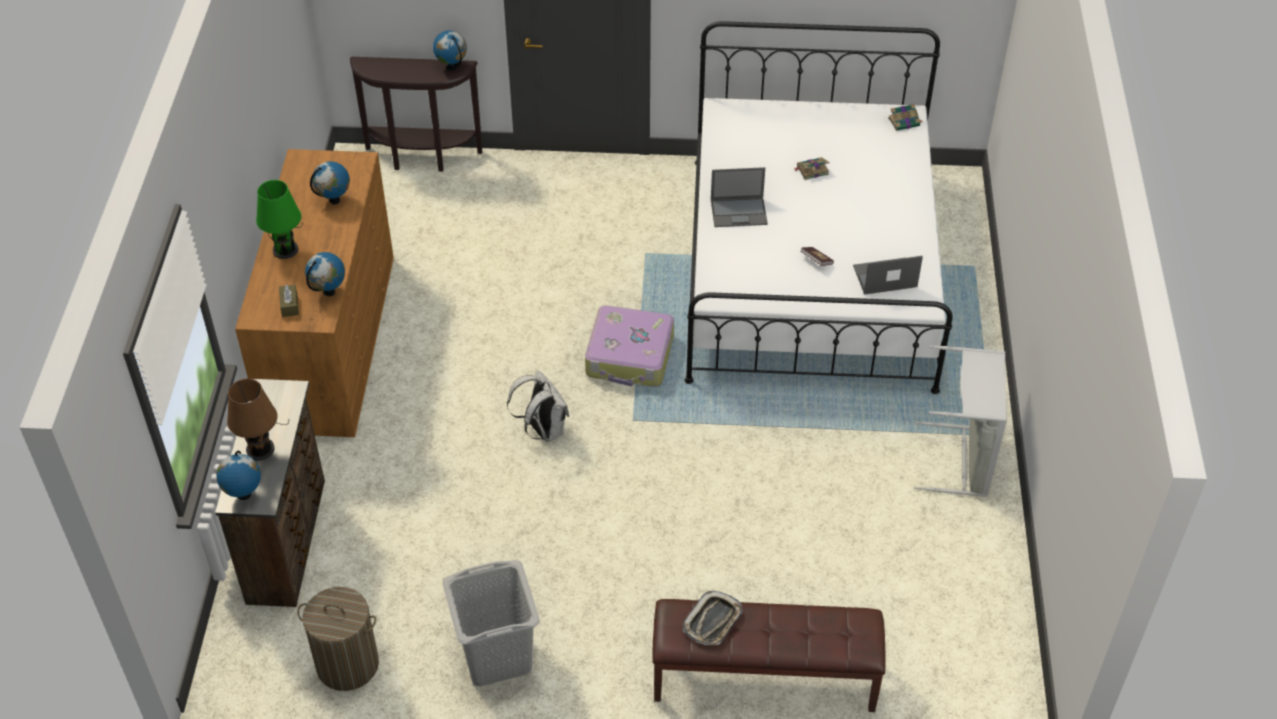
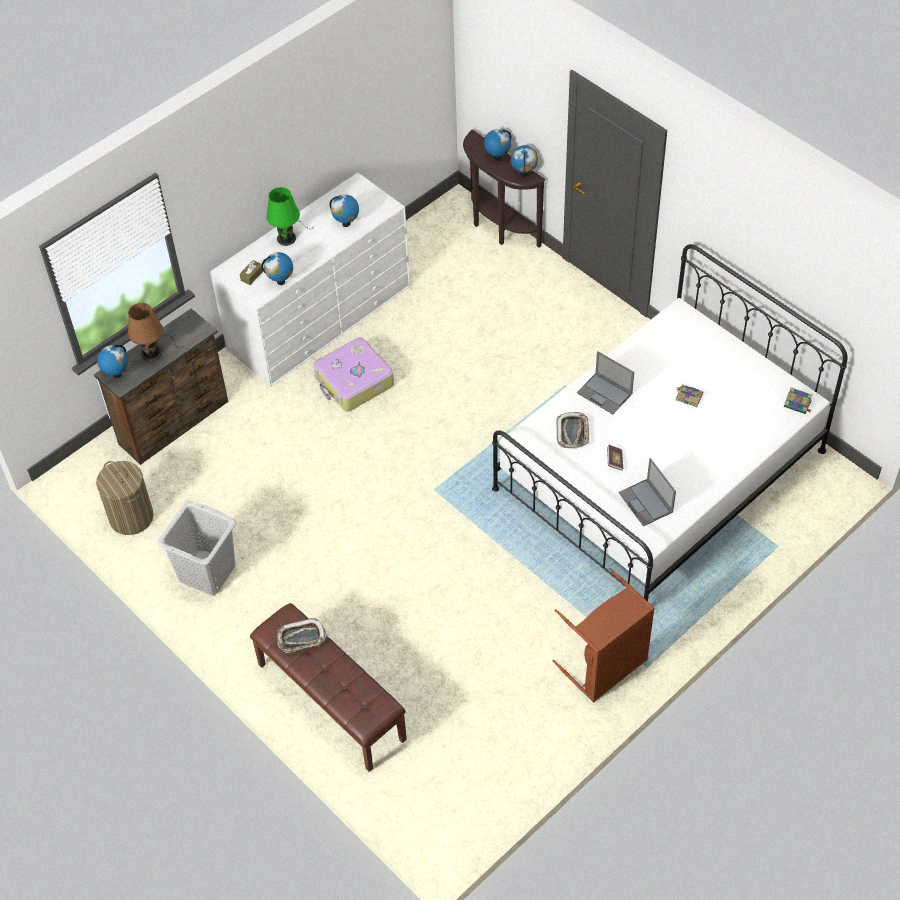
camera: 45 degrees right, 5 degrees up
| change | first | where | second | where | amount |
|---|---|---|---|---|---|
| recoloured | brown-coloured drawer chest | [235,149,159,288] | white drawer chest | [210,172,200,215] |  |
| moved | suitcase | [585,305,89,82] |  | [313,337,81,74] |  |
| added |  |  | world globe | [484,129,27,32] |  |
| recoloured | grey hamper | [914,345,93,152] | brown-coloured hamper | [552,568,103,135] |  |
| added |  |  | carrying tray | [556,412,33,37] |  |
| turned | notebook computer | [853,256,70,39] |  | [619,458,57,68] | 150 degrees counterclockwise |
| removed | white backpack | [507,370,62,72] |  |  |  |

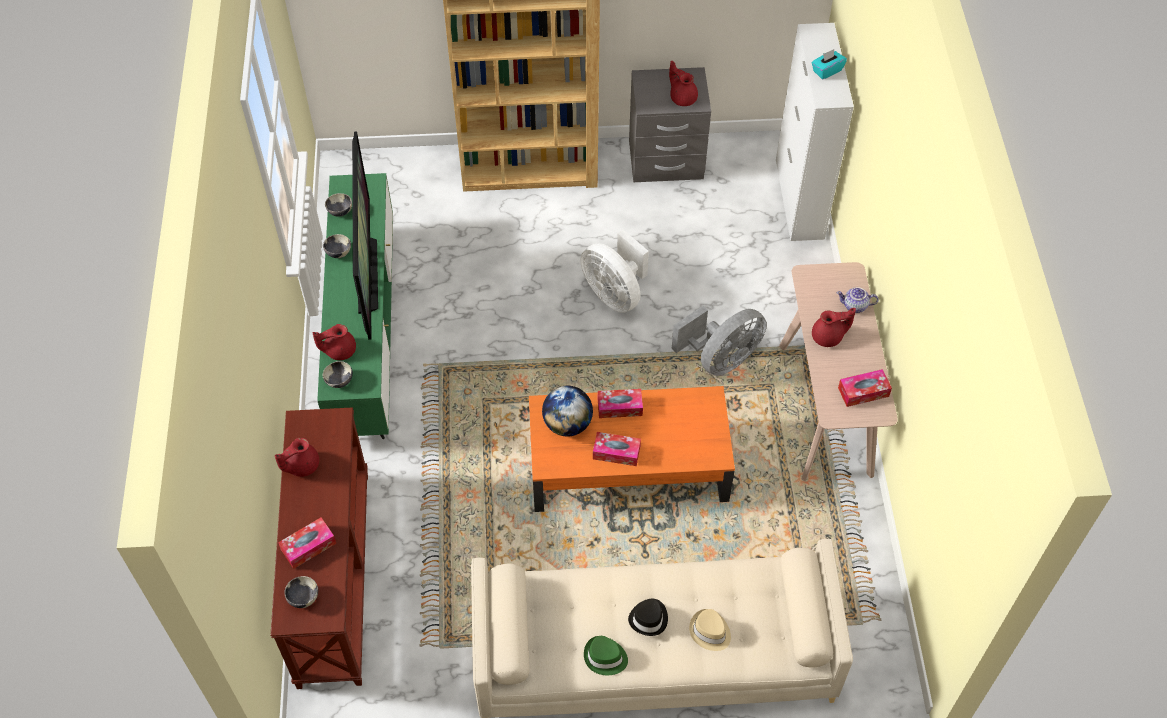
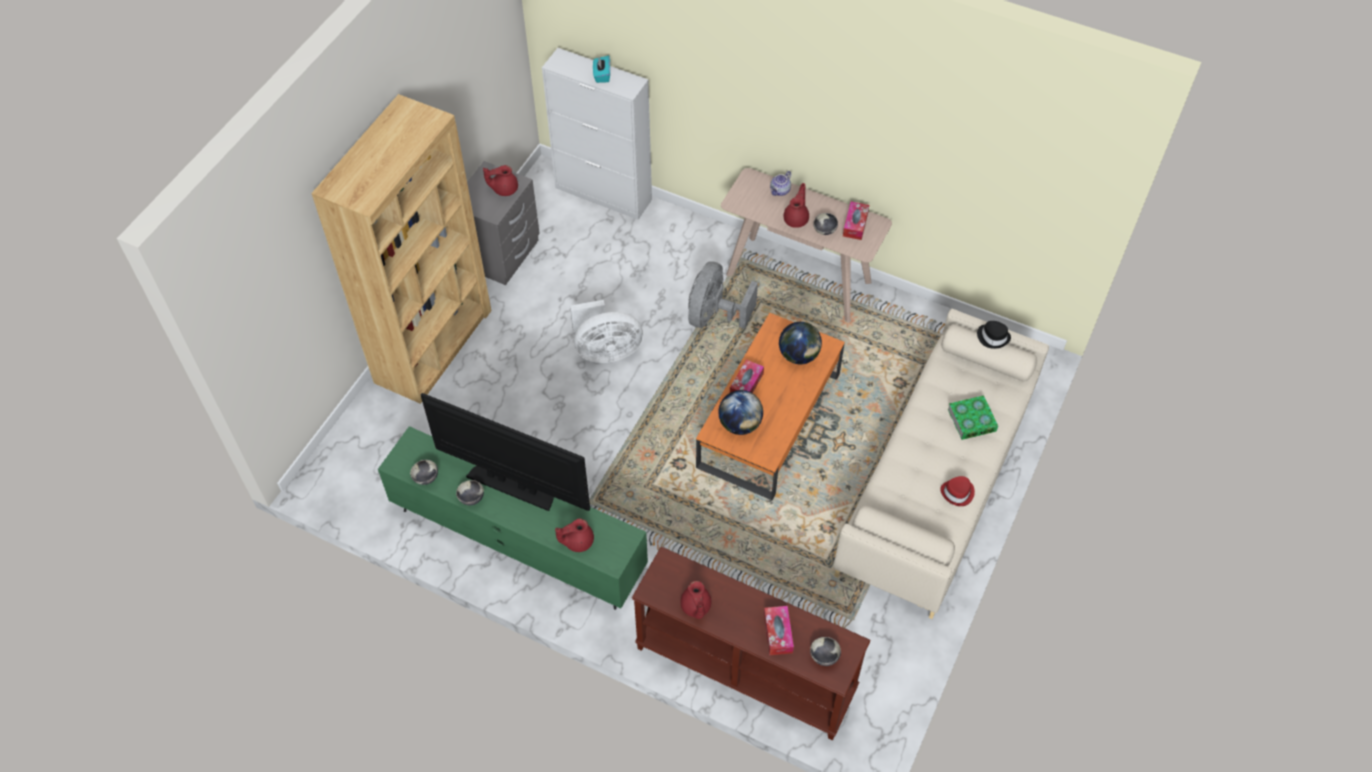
camera: 60 degrees left, 0 degrees up
| change | first | where | second | where | amount |
|---|---|---|---|---|---|
| turned | red-coloured teapot | [313,324,43,36] |  | [555,518,39,34] | 60 degrees clockwise |
| turned | grey cooling fan | [672,306,95,70] |  | [688,261,70,68] | 150 degrees counterclockwise |
| added |  |  | world globe | [779,322,43,42] |  |
| moved | serving bowl | [323,361,30,27] |  | [813,213,25,22] |  |
| recoloured | green hat | [584,636,44,39] | red-coloured hat | [940,476,35,30] |  |
| replaced | sand-coloured hat | [689,609,42,42] | volume | [948,395,50,45] |  |
| moved | black hat | [628,599,40,37] |  | [977,321,34,28] |  |
| removed | tissue holder | [593,432,48,34] |  |  |  |

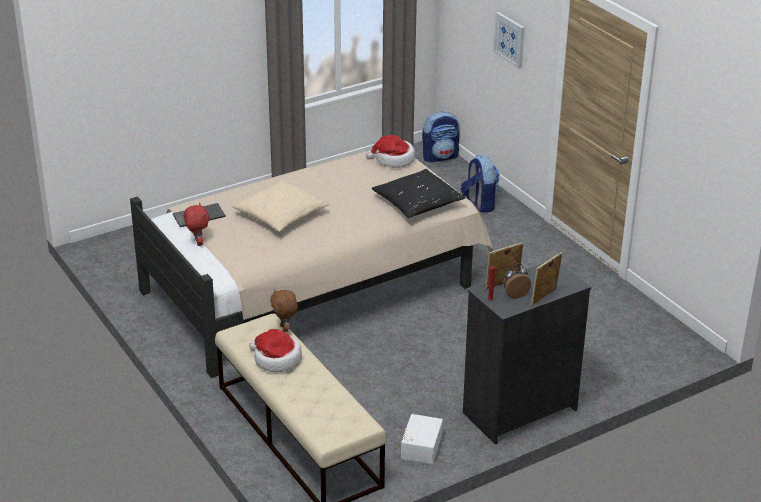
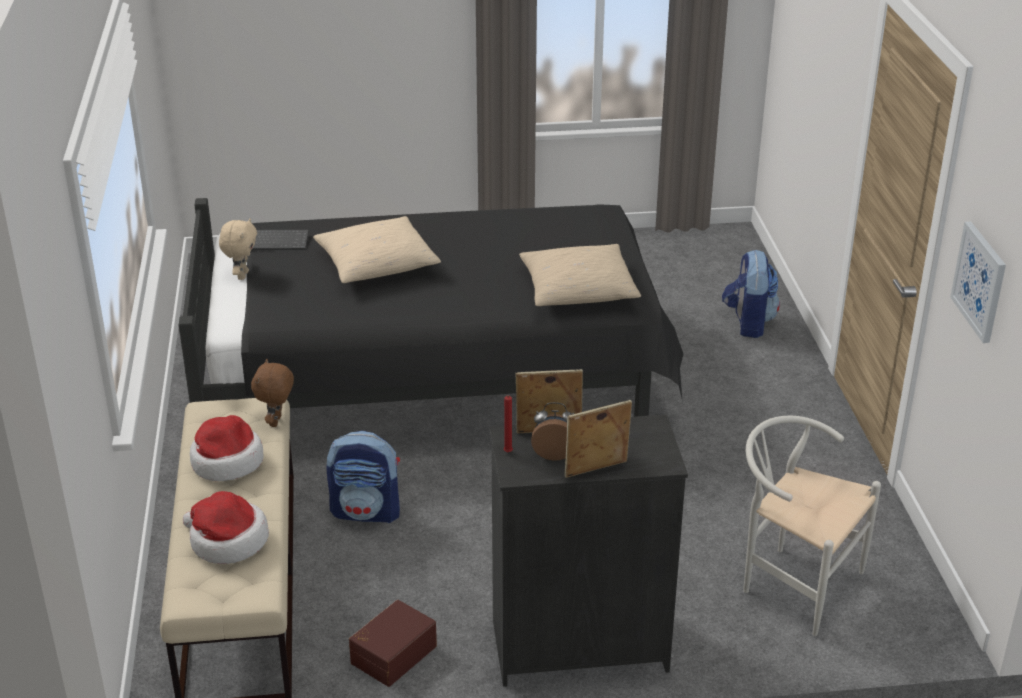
camera: 25 degrees right, 0 degrees up
| change | first | where | second | where | amount |
|---|---|---|---|---|---|
| recoloured | sand-coloured bedroom bed | [130,149,363,229] | black bedroom bed | [179,198,505,219] |  |
| moved | hat | [366,135,49,33] |  | [183,491,86,73] |  |
| recoloured | red-coloured soft toy | [184,203,25,43] | sand-coloured soft toy | [219,218,38,62] |  |
| moved | backpack | [422,111,38,51] |  | [326,431,74,92] |  |
| recoloured | white storage container | [401,414,42,50] | brown-coloured storage container | [349,600,88,87] |  |
| recoloured | black throw pillow | [371,169,94,49] | sand-coloured throw pillow | [519,244,122,62] |  |
| added |  |  | white plain chair | [743,416,138,220] |  |
| moved | picture | [493,12,31,57] |  | [950,222,56,121] |  |

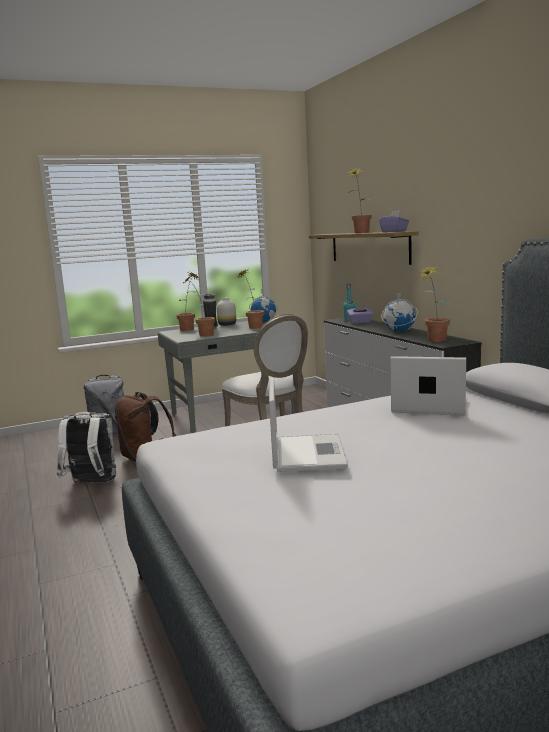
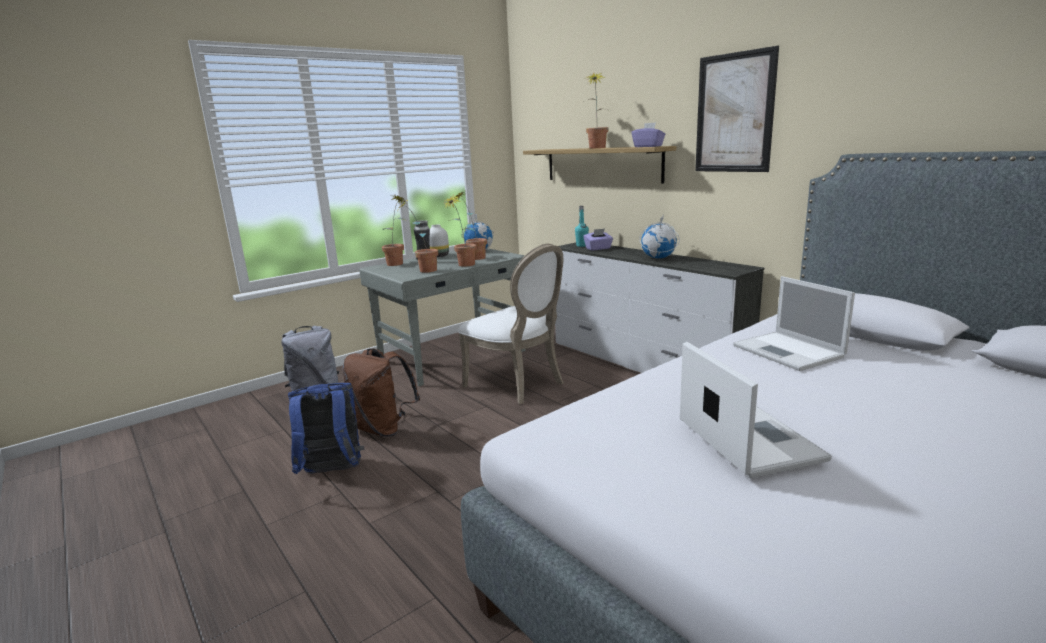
camera: 15 degrees left, 5 degrees up
| change | first | where | second | where | amount |
|---|---|---|---|---|---|
| recoloured | white backpack | [57,412,59,71] | bluish backpack | [288,383,77,91] |  |
| moved | potted plant | [418,266,32,76] |  | [444,195,33,71] |  |
| added |  |  | picture | [695,46,84,126] |  |
| turned | notebook computer | [390,356,77,60] |  | [733,276,122,95] | 120 degrees counterclockwise |

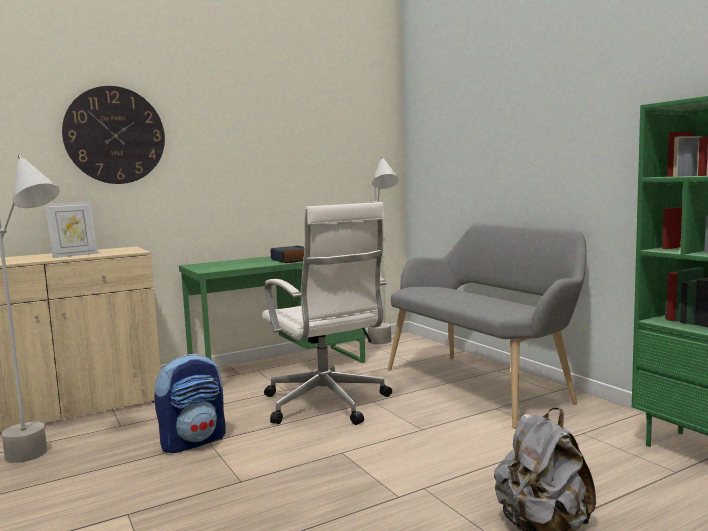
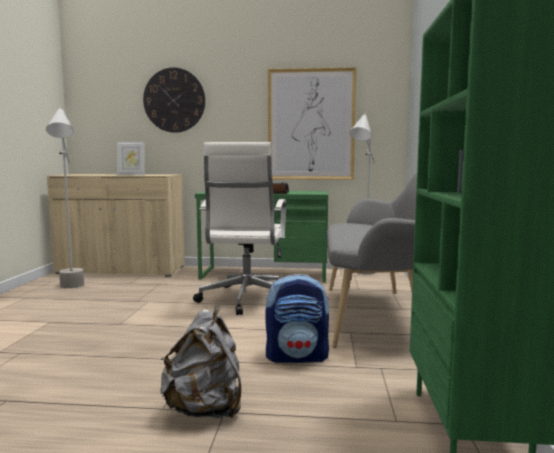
camera: 35 degrees right, 0 degrees up
| change | first | where | second | where | amount |
|---|---|---|---|---|---|
| moved | backpack | [154,354,71,99] |  | [265,274,65,89] |  |
| added |  |  | picture | [268,67,88,113] |  |

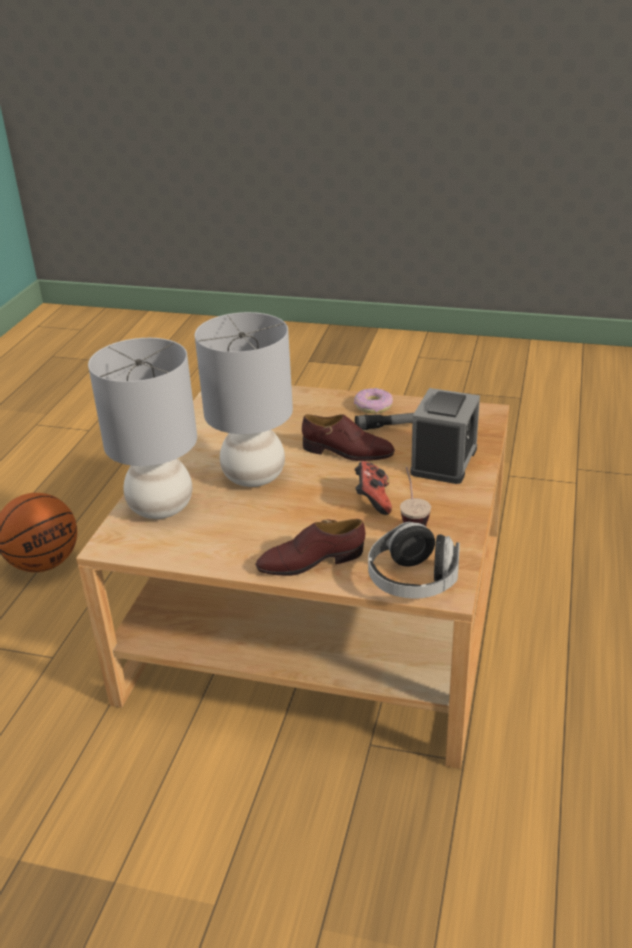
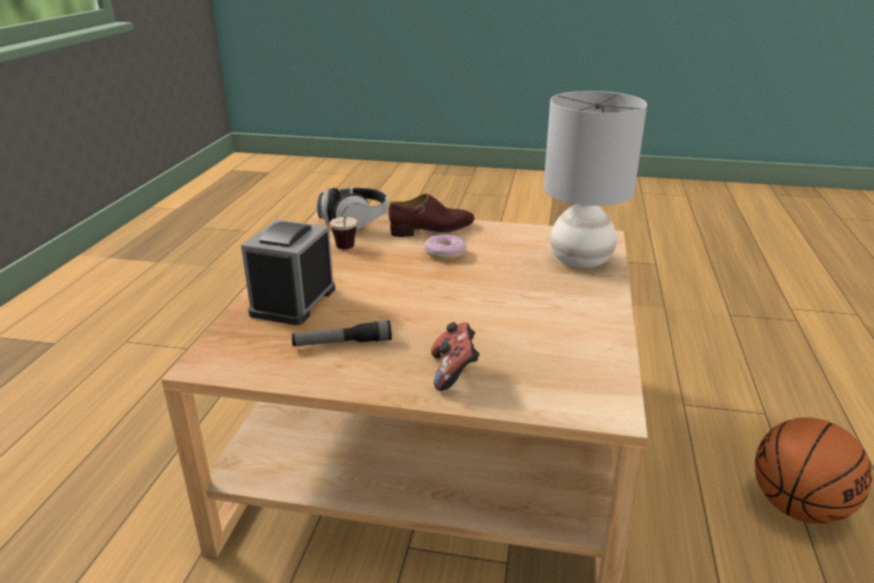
camera: 175 degrees right, 5 degrees down
| change | first | where | second | where | amount |
|---|---|---|---|---|---|
| moved | ring doughnut | [354,388,39,26] |  | [424,234,43,26] |  |
| moved | gamepad | [355,461,37,54] |  | [431,322,49,69] |  |
| removed | grey table lamp | [194,312,99,175] |  |  |  |
| removed | brown-coloured item of footwear | [302,414,93,47] |  |  |  |

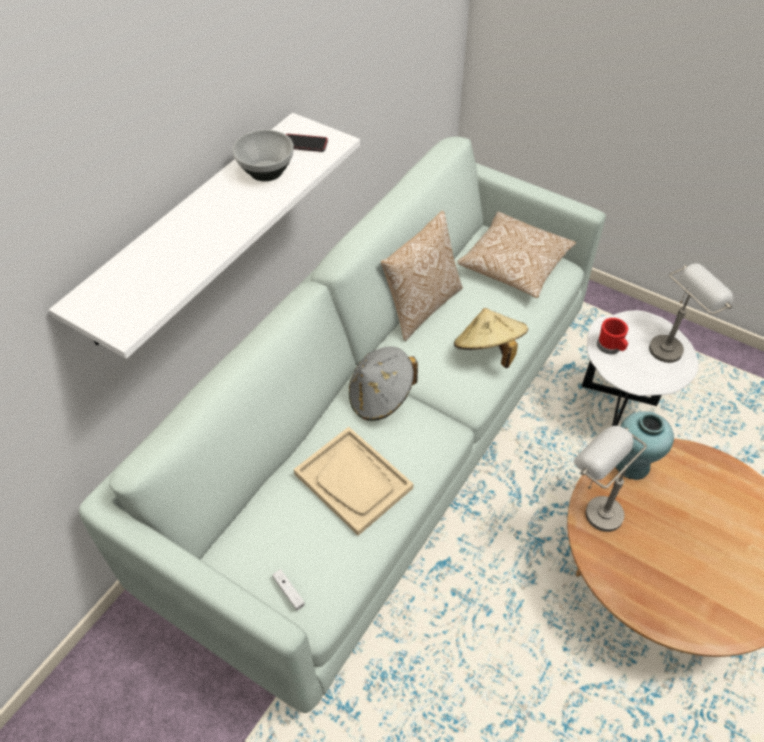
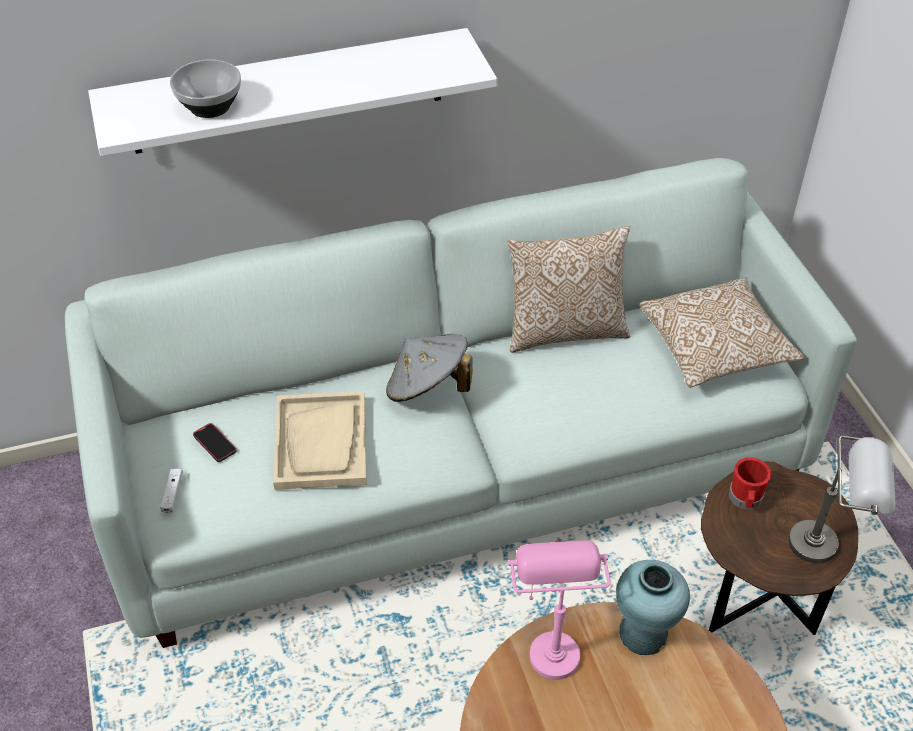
camera: 40 degrees right, 5 degrees down
| change | first | where | second | where | amount |
|---|---|---|---|---|---|
| moved | serving bowl | [233,130,61,51] |  | [170,60,71,58] |  |
| moved | phone | [286,134,42,18] |  | [193,423,44,39] |  |
| recoloured | grey table lamp | [574,426,73,106] | pink-coloured table lamp | [508,541,103,139] |  |
| recoloured | white end table | [582,310,117,116] | brown-coloured end table | [701,461,157,174] |  |
| removed | sand-coloured hat | [454,308,74,60] |  |  |  |

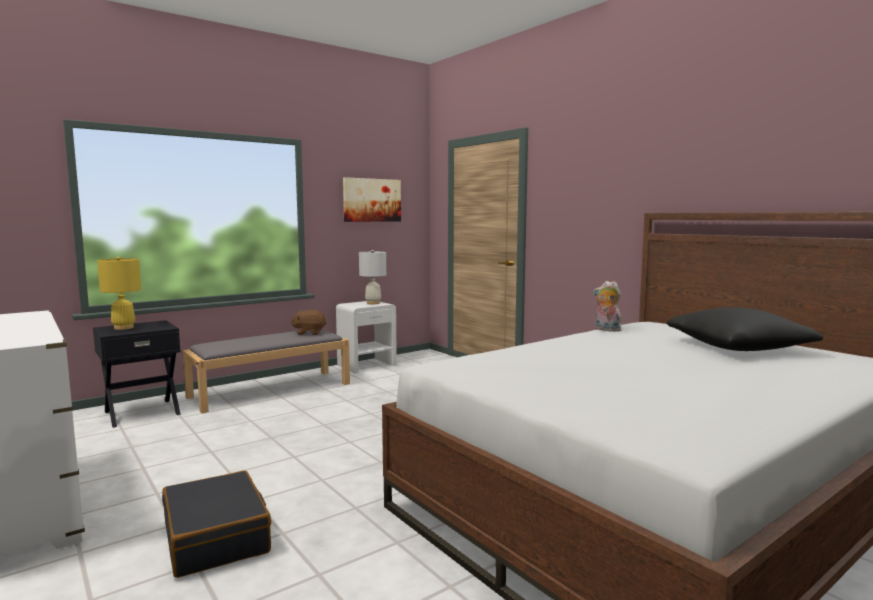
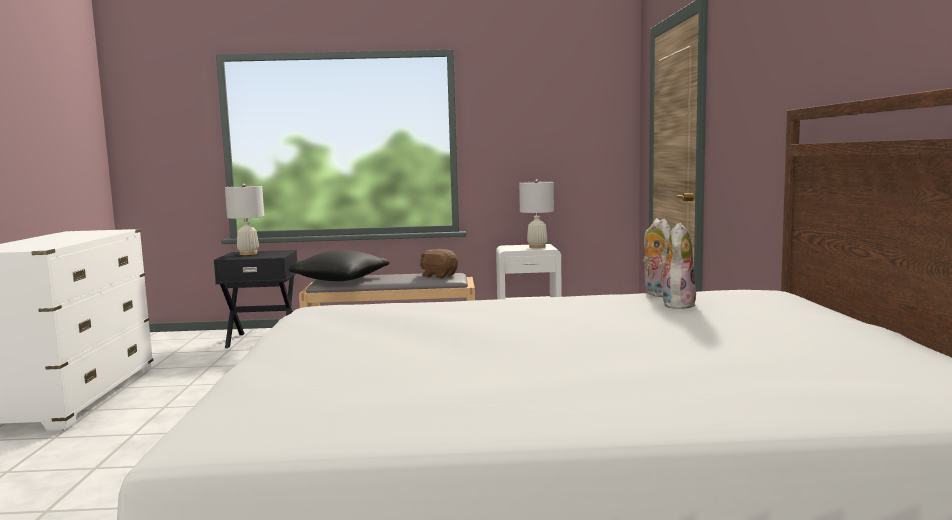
camera: 35 degrees right, 0 degrees up
| change | first | where | second | where | amount |
|---|---|---|---|---|---|
| recoloured | yellow table lamp | [97,256,44,74] | white table lamp | [225,184,39,71] |  |
| moved | black throw pillow | [667,307,156,44] |  | [289,250,101,31] |  |
| added |  |  | soft toy | [658,223,38,86] |  |
| removed | black suitcase | [162,470,109,108] |  |  |  |
| removed | picture | [343,177,58,45] |  |  |  |

